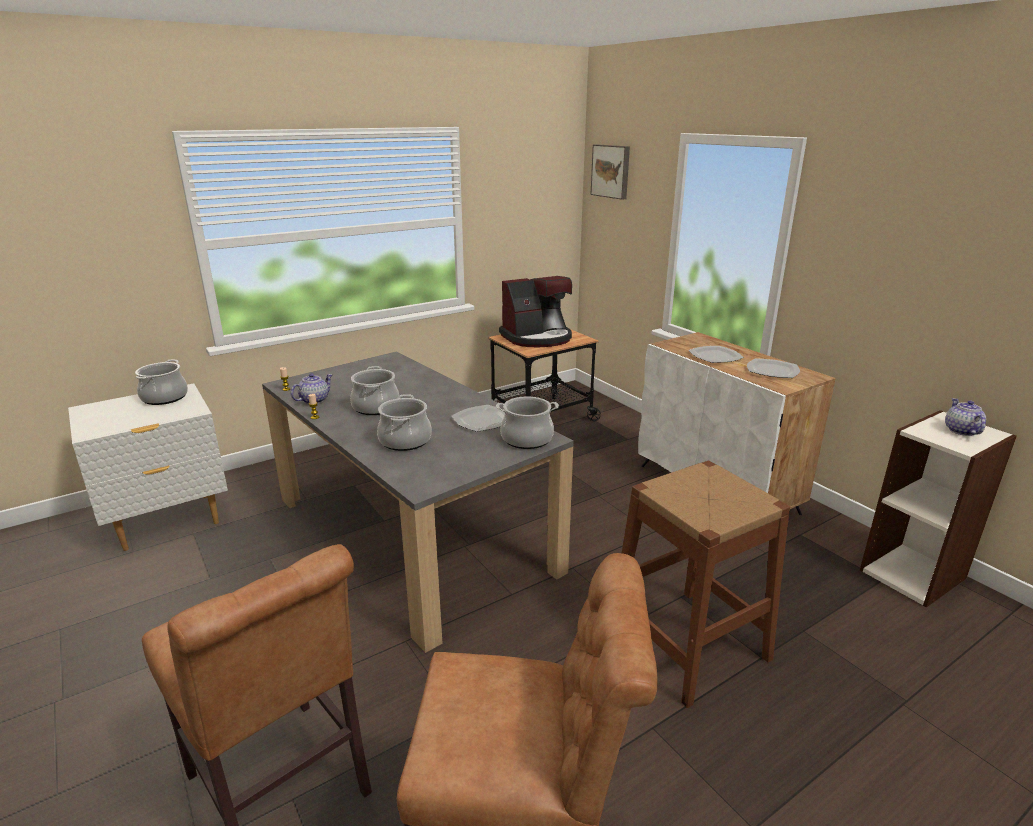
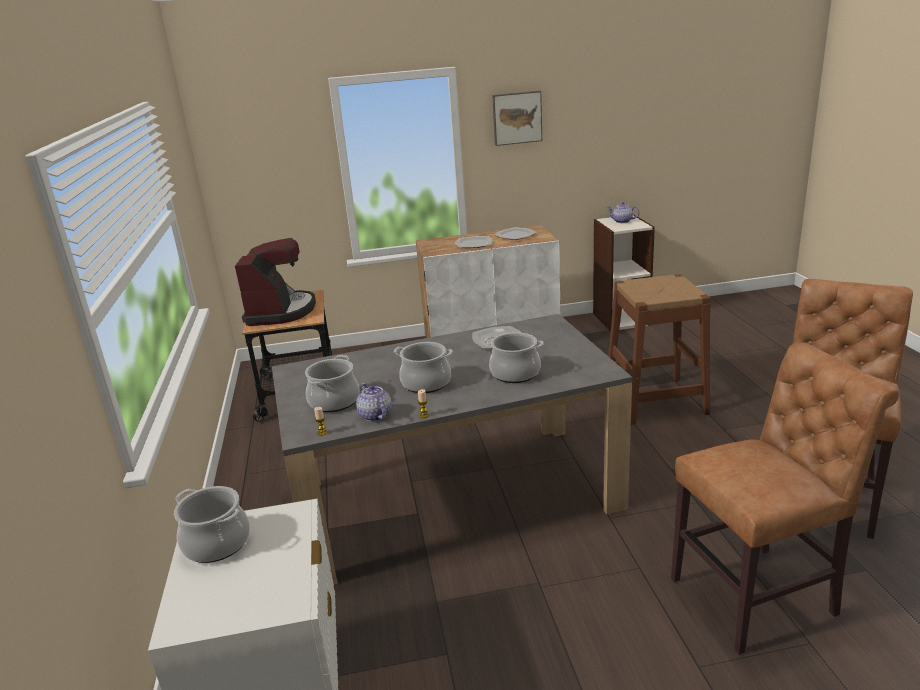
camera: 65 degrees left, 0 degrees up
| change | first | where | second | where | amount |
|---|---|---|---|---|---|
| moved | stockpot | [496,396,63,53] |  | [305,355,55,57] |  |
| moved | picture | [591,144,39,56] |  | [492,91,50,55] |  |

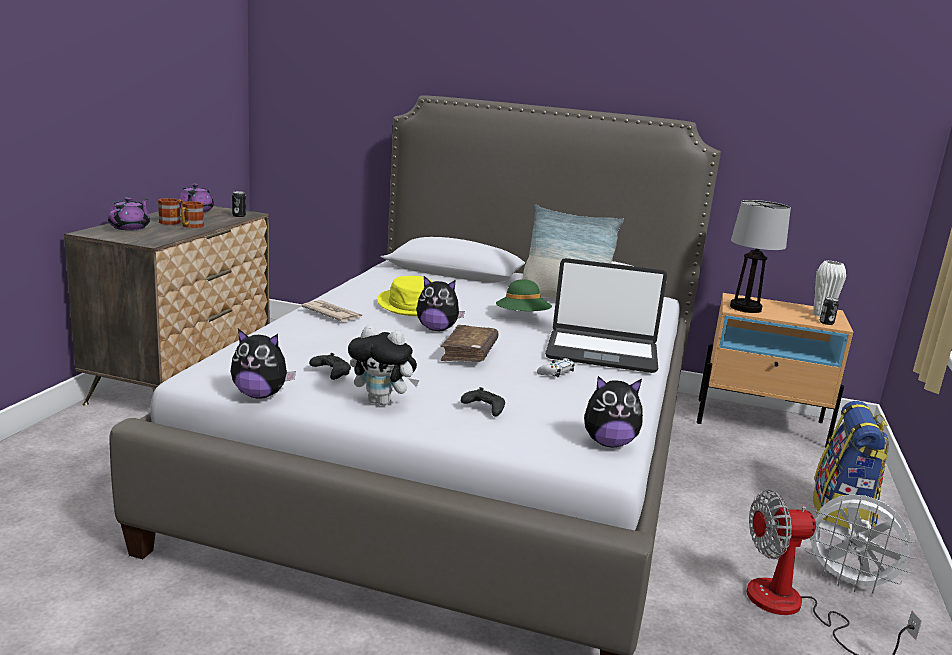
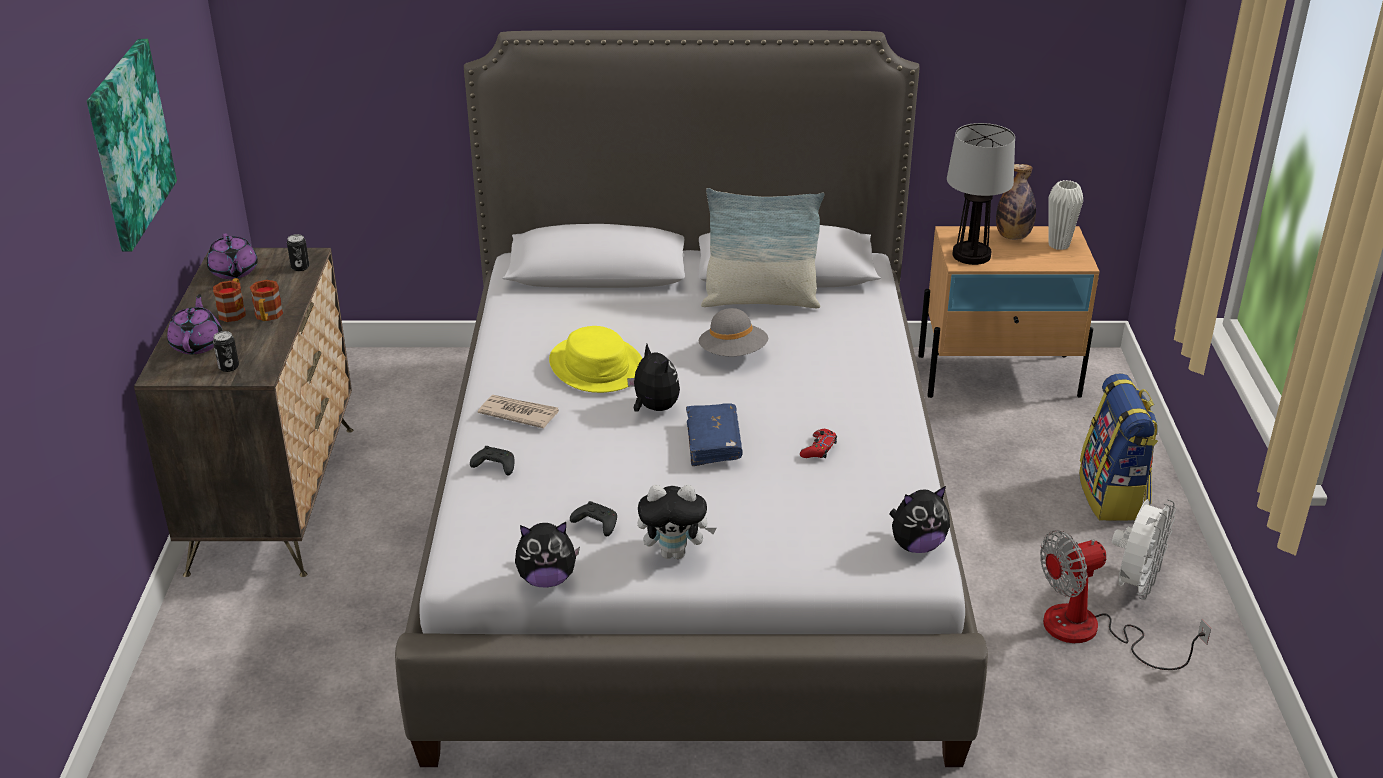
camera: 15 degrees left, 15 degrees up
| change | first | where | second | where | amount |
|---|---|---|---|---|---|
| added |  |  | picture | [87,39,90,213] |  |
| moved | metal can | [820,297,19,28] |  | [213,331,26,41] |  |
| moved | black gamepad | [461,387,44,30] |  | [470,446,44,30] |  |
| turned | soft toy | [417,276,48,55] |  | [627,344,53,68] | 120 degrees counterclockwise |
| recoloured | brown-coloured volume | [441,325,58,37] | bluish volume | [686,403,57,63] |  |
| recoloured | green hat | [496,279,56,32] | grey hat | [698,308,70,48] |  |
| recoloured | white gamepad | [537,357,38,20] | red-coloured gamepad | [800,429,37,29] |  |
| added |  |  | beverage bottle | [996,164,40,76] |  |
| turned | white cooling fan | [805,494,112,100] |  | [1112,499,64,101] | 75 degrees counterclockwise |
| removed | notebook computer | [545,258,122,115] |  |  |  |

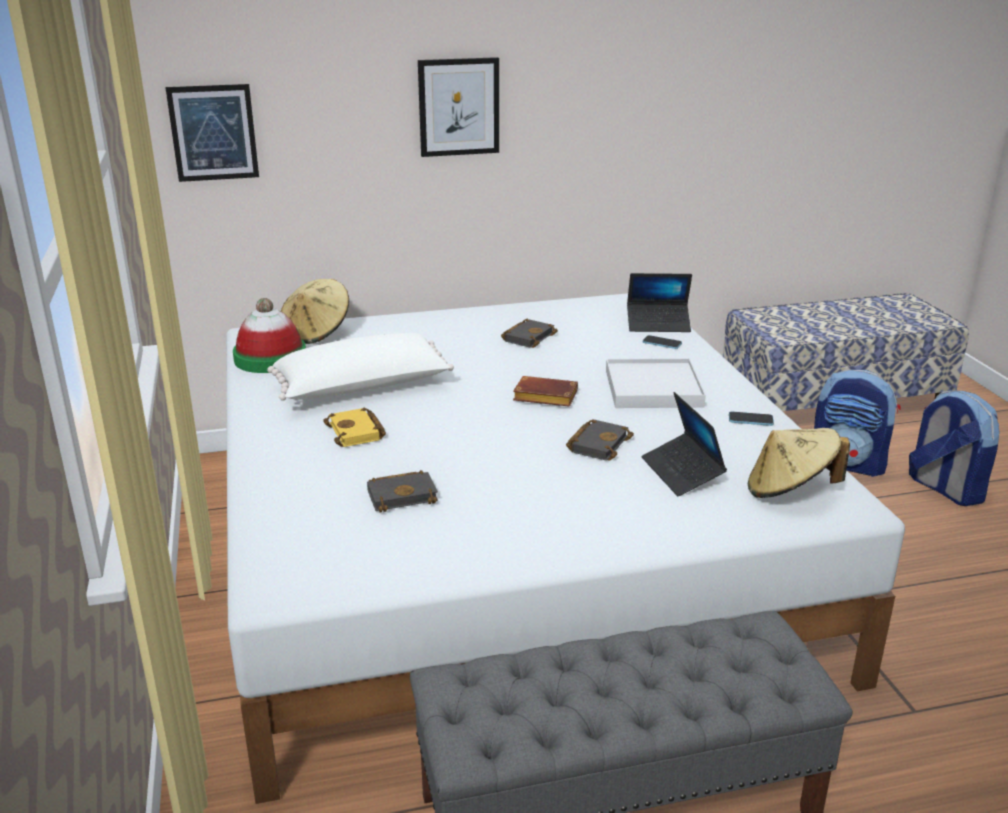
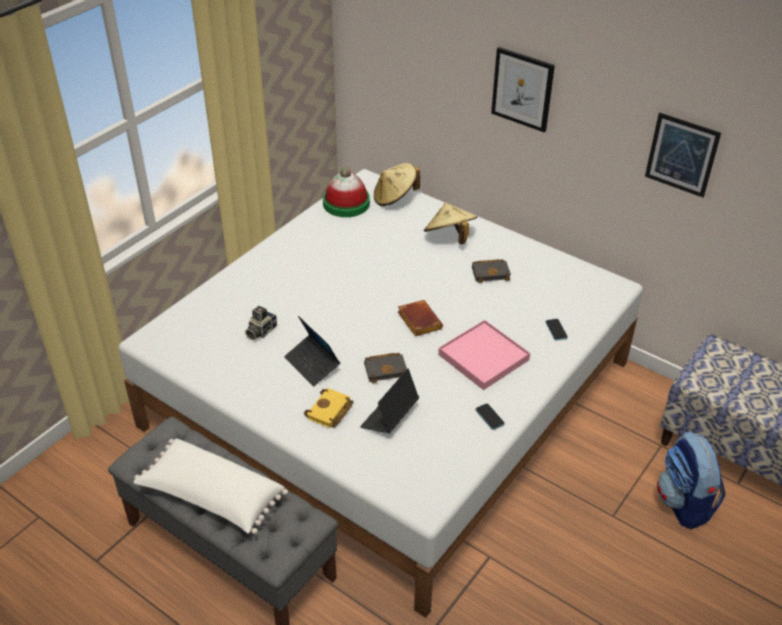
camera: 50 degrees right, 15 degrees up
| change | first | where | second | where | amount |
|---|---|---|---|---|---|
| moved | white throw pillow | [267,333,187,68] |  | [134,438,154,96] |  |
| replaced | black volume | [367,470,71,43] | still camera | [245,306,32,34] |  |
| moved | notebook computer | [627,273,65,59] |  | [284,316,56,71] |  |
| moved | yellow volume | [323,408,63,39] |  | [304,388,50,40] |  |
| moved | sand-coloured hat | [748,428,102,70] |  | [424,203,54,41] |  |
| recoloured | white carrying tray | [606,359,100,49] | pink-coloured carrying tray | [438,320,92,70] |  |
| moved | picture | [165,84,94,98] |  | [645,112,76,85] |  |
| removed | backpack | [909,390,90,116] |  |  |  |

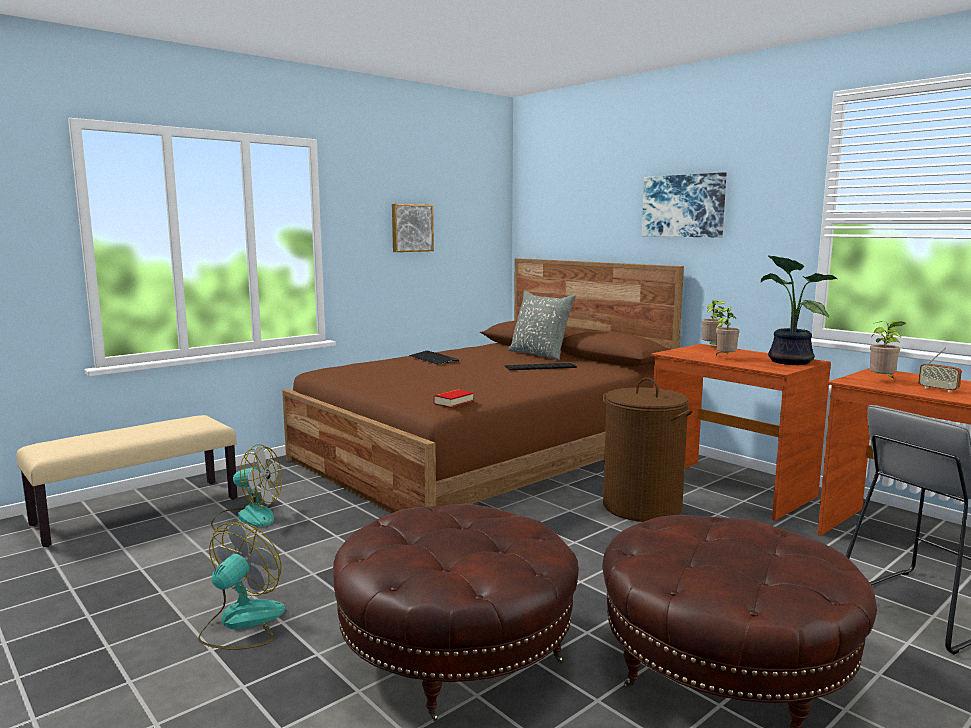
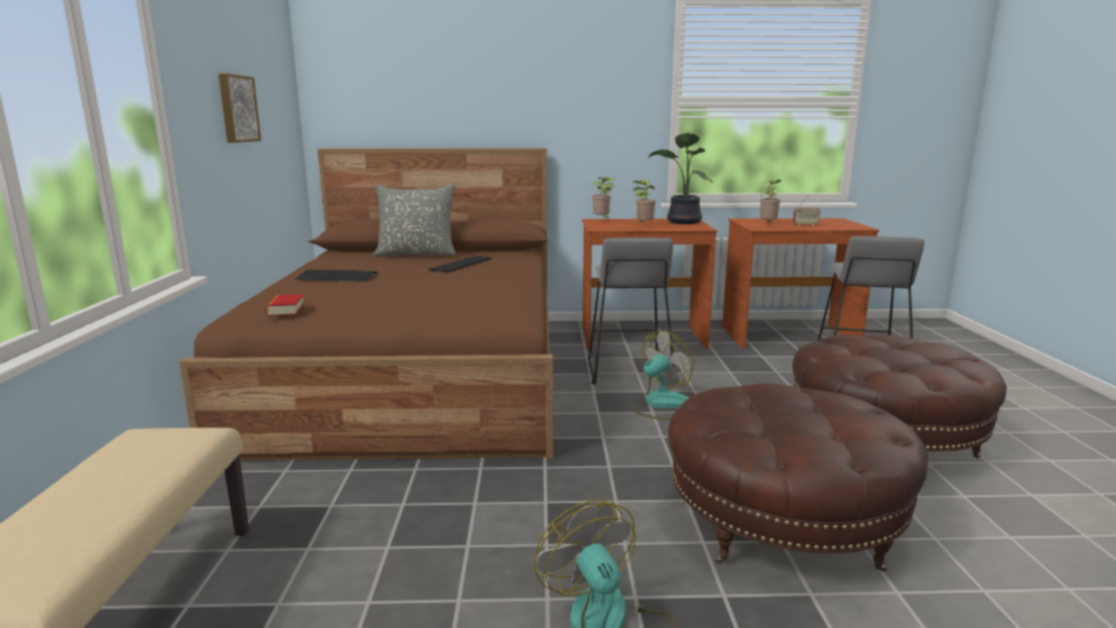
camera: 50 degrees left, 5 degrees up
| change | first | where | second | where | amount |
|---|---|---|---|---|---|
| moved | volume | [434,389,40,19] |  | [266,294,38,22] |  |
| replaced | brown-coloured hamper | [603,378,89,144] | grey stool | [588,238,87,146] |  |
| moved | cooling fan | [211,444,71,88] |  | [631,331,62,89] |  |
| removed | picture | [642,172,85,65] |  |  |  |

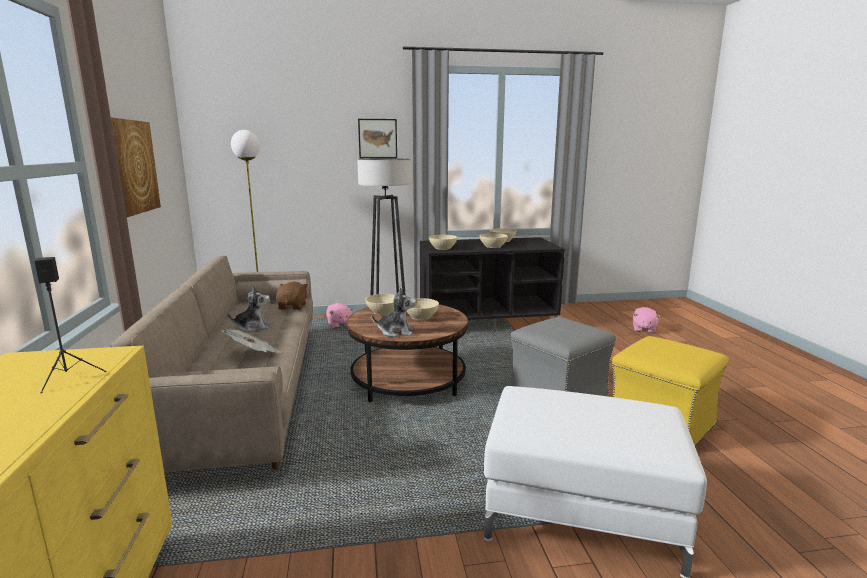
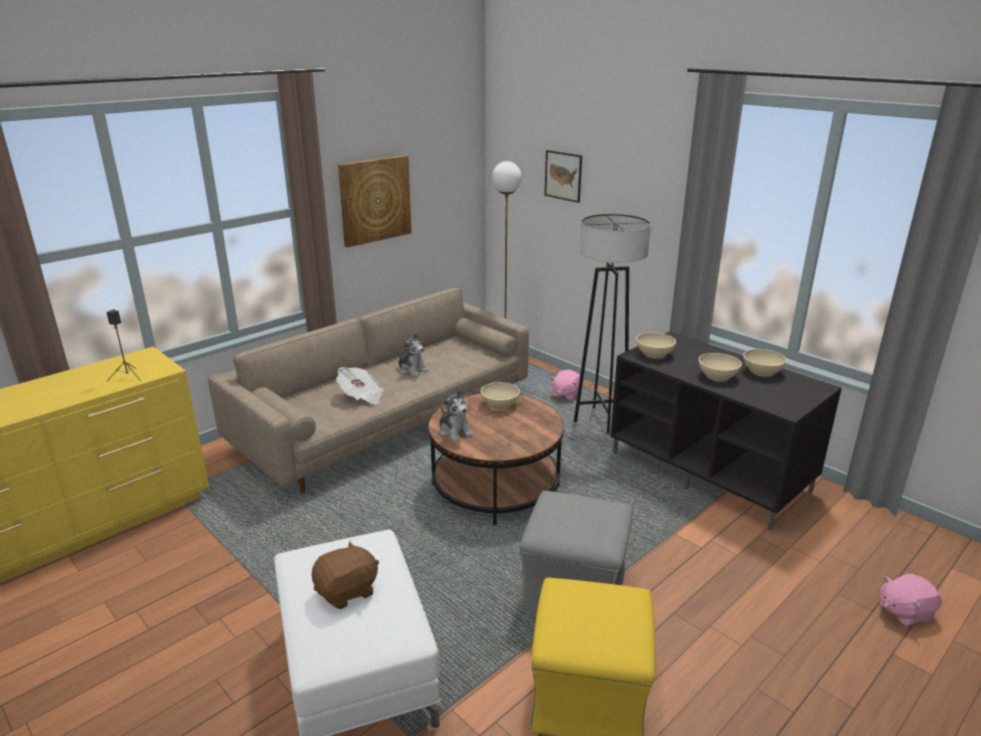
camera: 55 degrees right, 10 degrees up
| change | first | where | second | where | amount |
|---|---|---|---|---|---|
| moved | brown-coloured soft toy | [276,281,32,29] |  | [312,541,67,68] |  |
| moved | picture | [358,119,39,39] |  | [545,150,37,53] |  |
| removed | sand-coloured serving bowl | [406,298,33,22] |  |  |  |

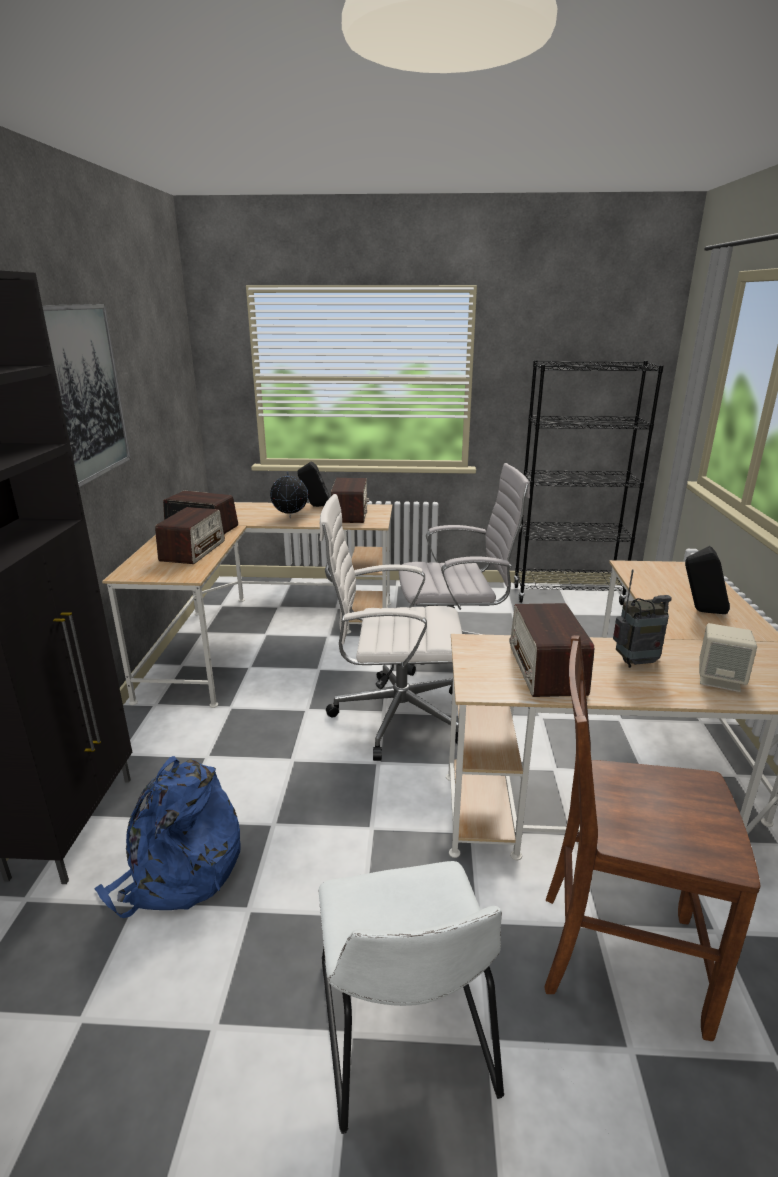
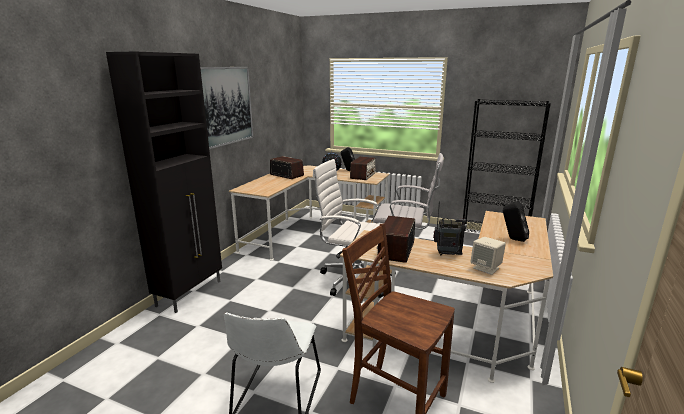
camera: 20 degrees right, 5 degrees down
| change | first | where | second | where | amount |
|---|---|---|---|---|---|
| removed | bluish backpack | [94,756,147,162] |  |  |  |
| removed | radio | [155,507,70,57] |  |  |  |

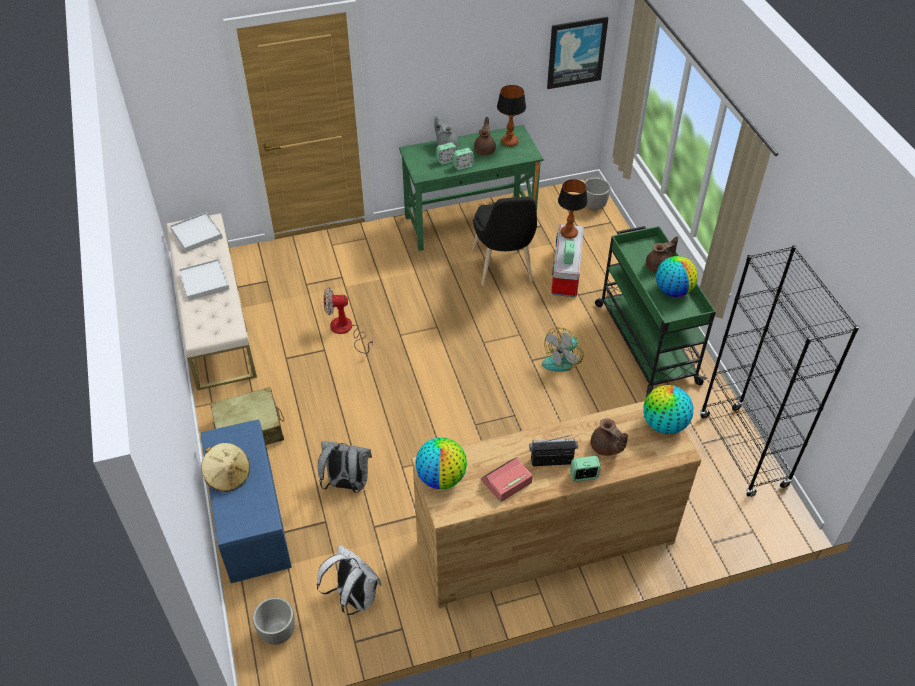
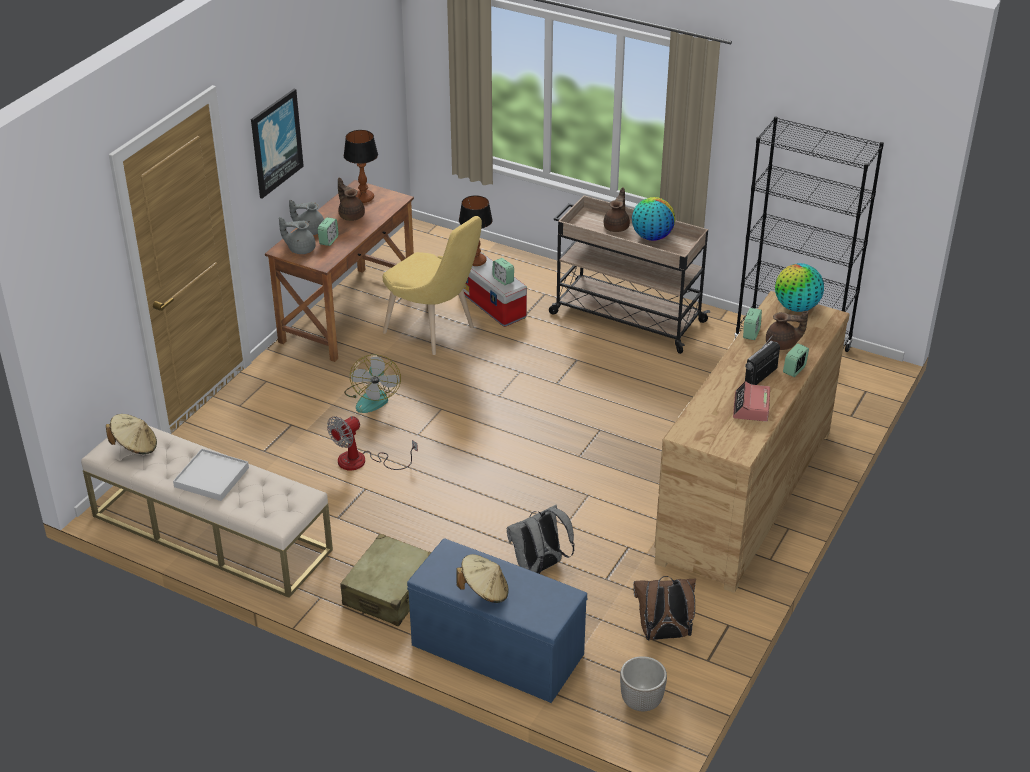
camera: 45 degrees left, 10 degrees down
| change | first | where | second | where | amount |
|---|---|---|---|---|---|
| replaced | white carrying tray | [170,212,53,40] | sand-coloured hat | [106,414,51,41] |  |
| moved | picture | [547,16,62,73] |  | [251,89,53,110] |  |
| recoloured | green desk | [399,125,144,126] | brown-coloured desk | [265,180,149,182] |  |
| added |  |  | grey teapot | [279,217,37,37] |  |
| moved | cooling fan | [542,327,42,45] |  | [344,354,57,59] |  |
| recoloured | black plain chair | [472,197,65,89] | yellow plain chair | [383,216,99,139] |  |
| recoloured | green trolley | [595,226,121,171] | sand-coloured trolley | [549,195,161,159] |  |
| recoloured | white backpack | [316,545,65,70] | brown-coloured backpack | [633,576,63,65] |  |
| moved | alarm clock | [453,148,21,22] |  | [743,308,19,32] |  |
| removed | world globe | [415,437,52,52] |  |  |  |
| removed | flower pot | [584,178,26,33] |  |  |  |

